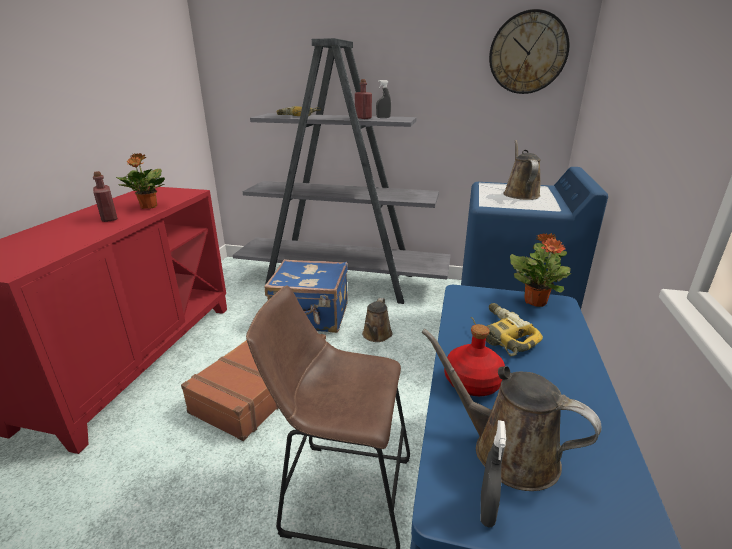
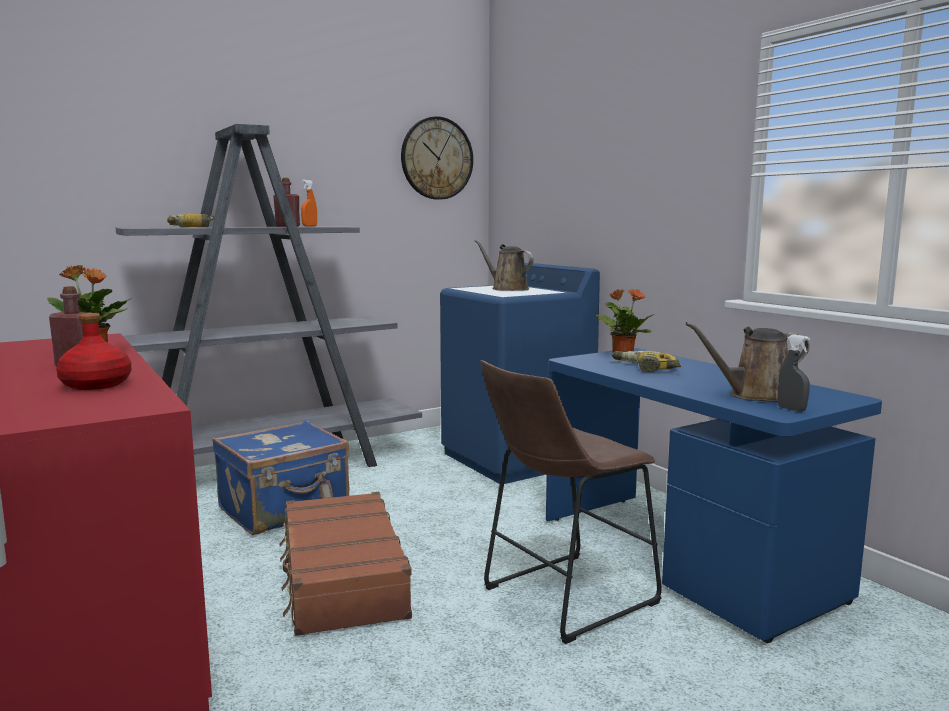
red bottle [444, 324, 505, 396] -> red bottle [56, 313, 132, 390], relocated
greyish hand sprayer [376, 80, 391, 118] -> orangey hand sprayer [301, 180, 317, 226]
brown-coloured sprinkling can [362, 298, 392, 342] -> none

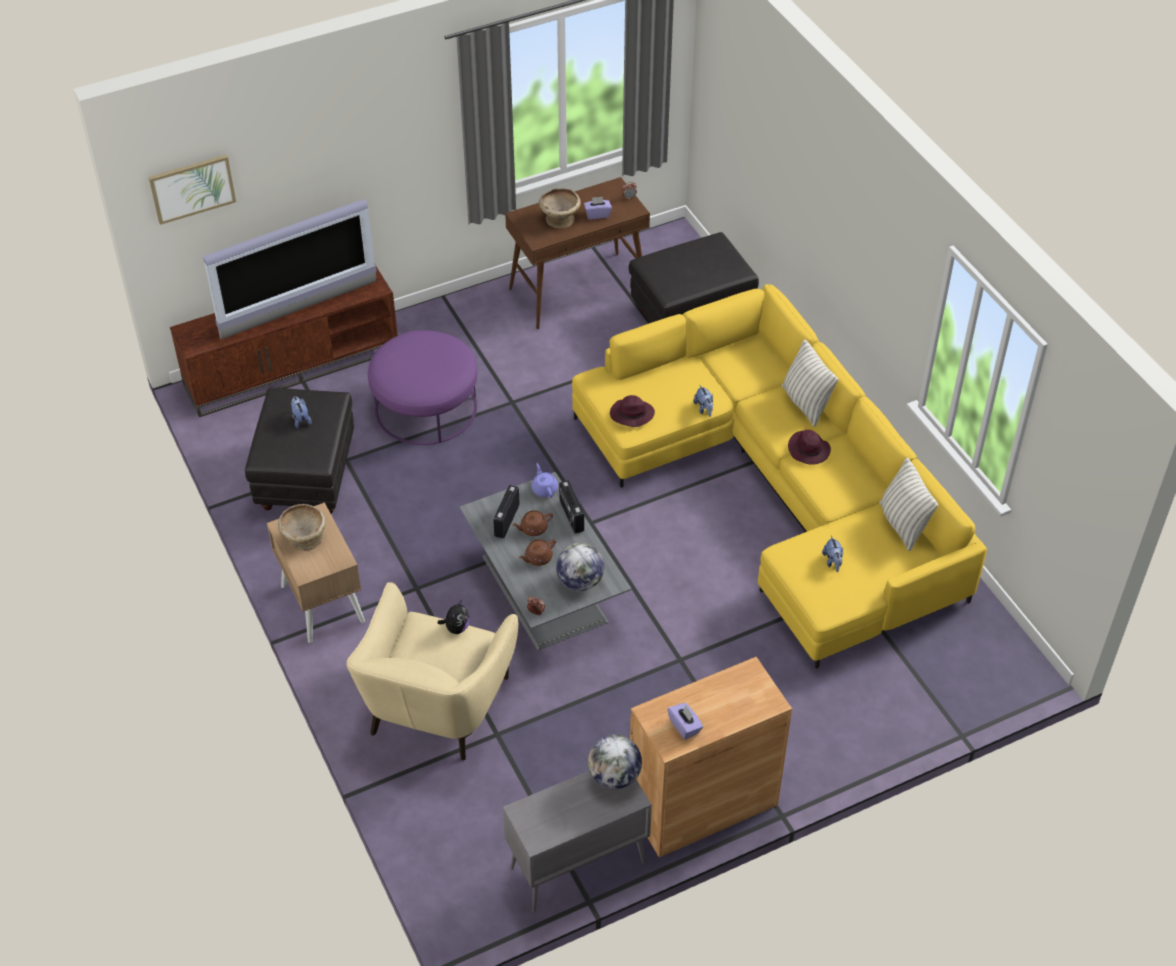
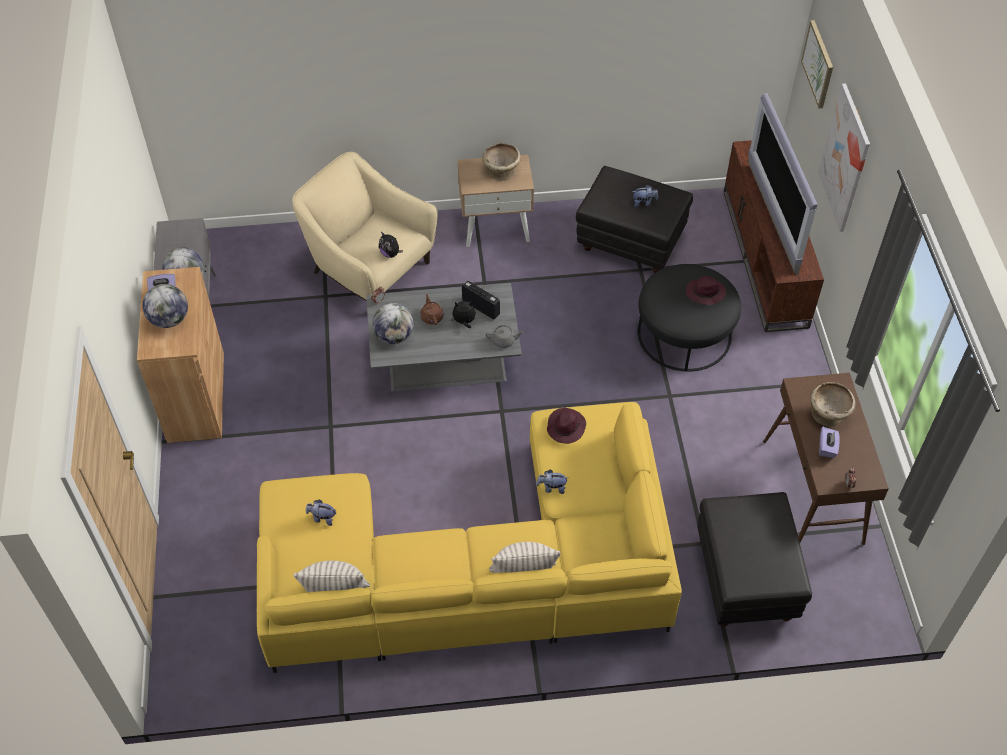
none -> globe [142, 284, 188, 328]
brown-coloured teapot [512, 510, 553, 536] -> plush toy [451, 301, 476, 328]
purple-coloured teapot [531, 463, 558, 498] -> greyish teapot [486, 325, 524, 348]
purple-coloured footrest [368, 330, 477, 445] -> black-coloured footrest [638, 264, 741, 372]
purple-coloured hat [788, 430, 831, 465] -> purple-coloured hat [686, 276, 726, 305], relocated
none -> wall picture [818, 84, 870, 232]
radio [559, 480, 584, 534] -> none

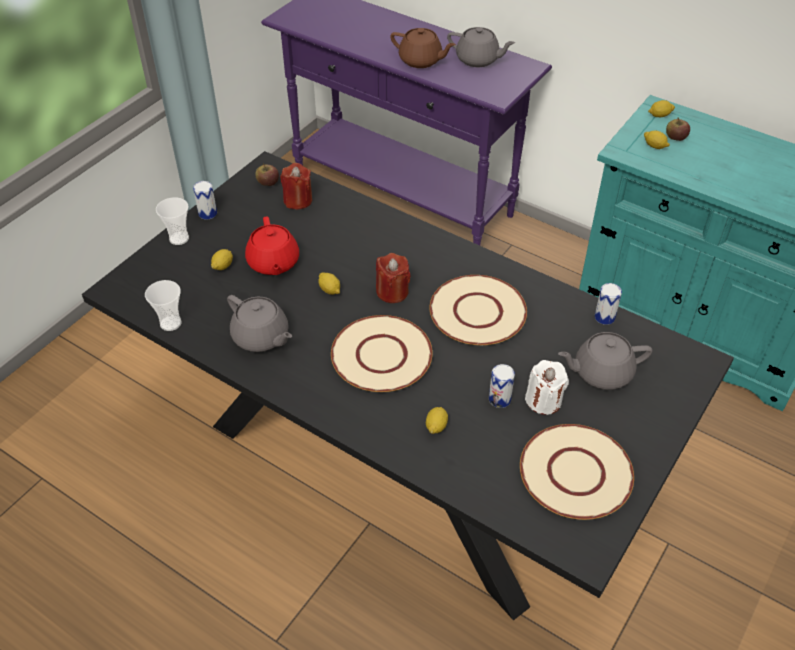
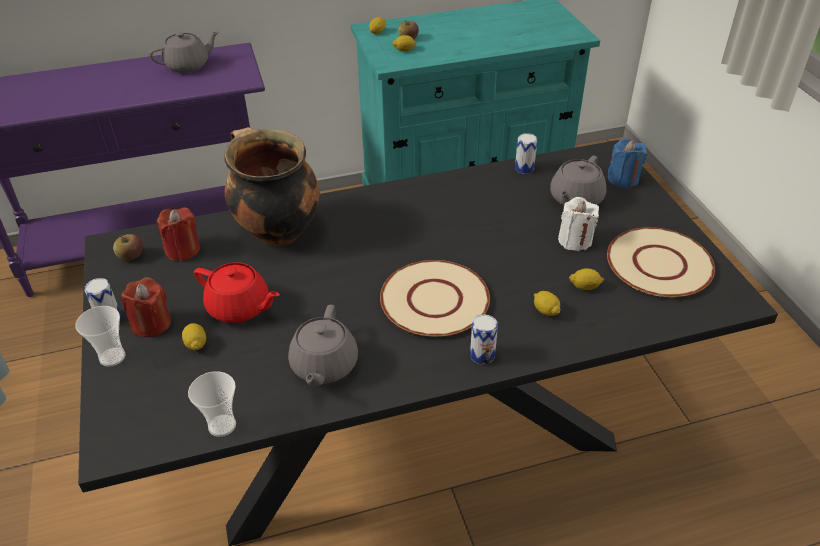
red wax light [376, 253, 411, 303] -> red wax light [121, 277, 171, 337], relocated
none -> stockpot [224, 127, 320, 245]
greyish teapot [227, 295, 292, 352] -> greyish teapot [288, 305, 358, 387], 105 degrees clockwise
sealed can [489, 364, 515, 408] -> sealed can [470, 314, 498, 365], relocated
citrus fruit [318, 272, 340, 295] -> citrus fruit [569, 268, 604, 290], relocated
none -> blue-coloured wax light [608, 138, 647, 188]
brown-coloured teapot [390, 28, 456, 68] -> none
beige flat dish [429, 275, 527, 345] -> none

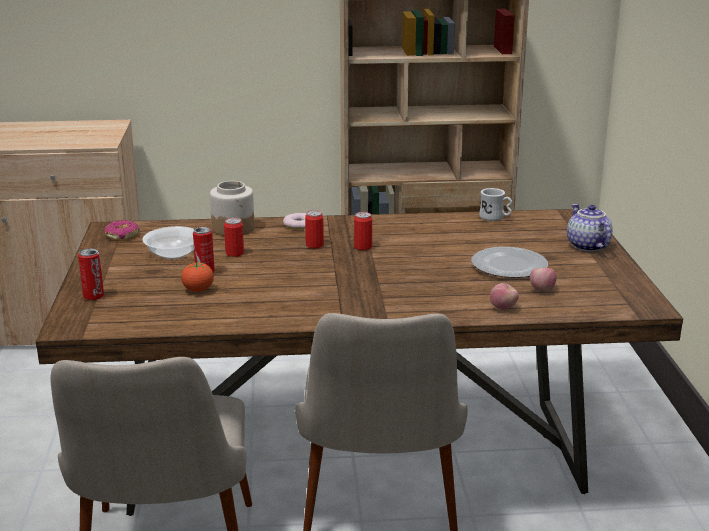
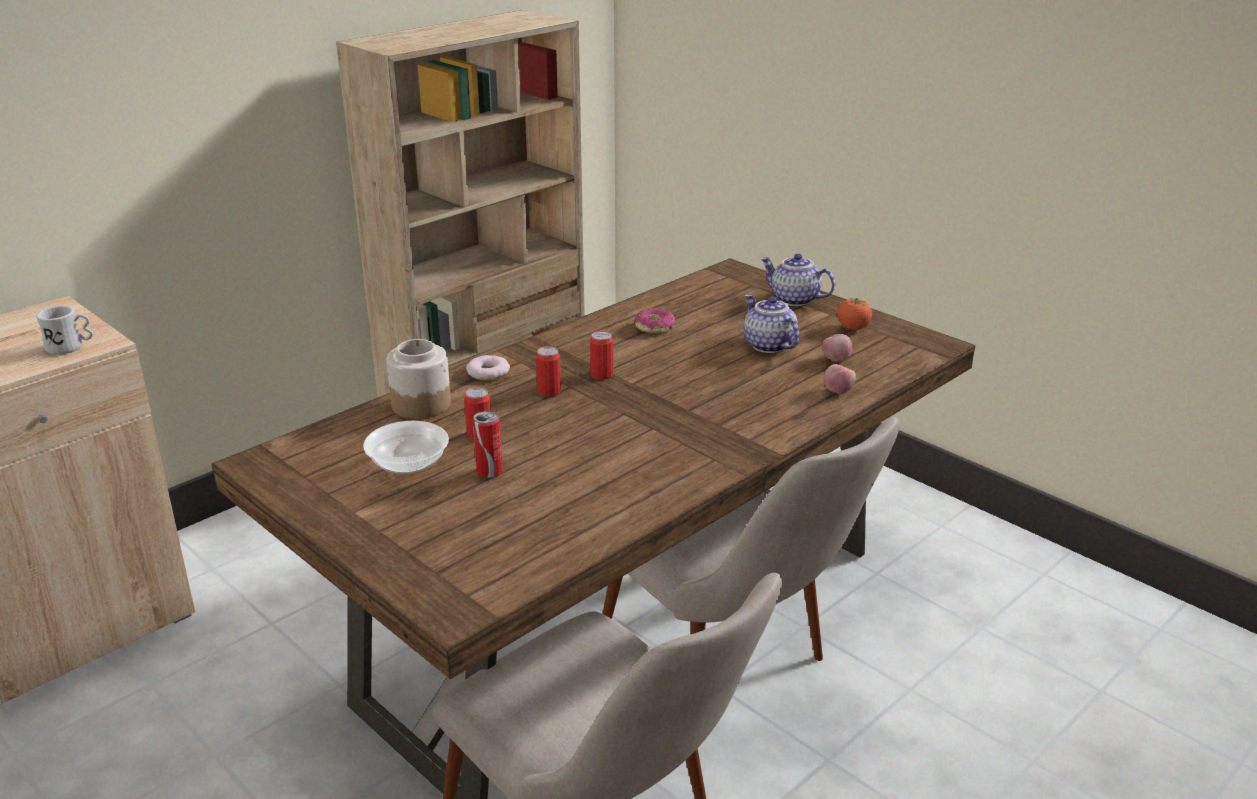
white tea mug [479, 188, 512, 221] -> white tea mug [36, 306, 93, 355], relocated
doughnut [105, 220, 139, 241] -> doughnut [635, 308, 674, 333], relocated
flat dish [472, 247, 548, 278] -> teapot [744, 294, 800, 353]
whole tomato [181, 261, 214, 292] -> whole tomato [837, 298, 872, 330], relocated
sealed can [78, 248, 104, 300] -> none

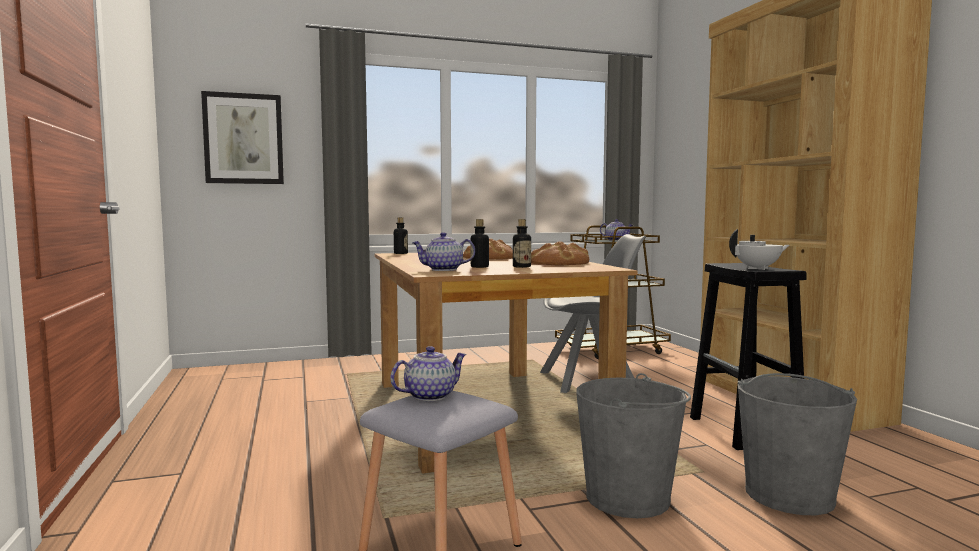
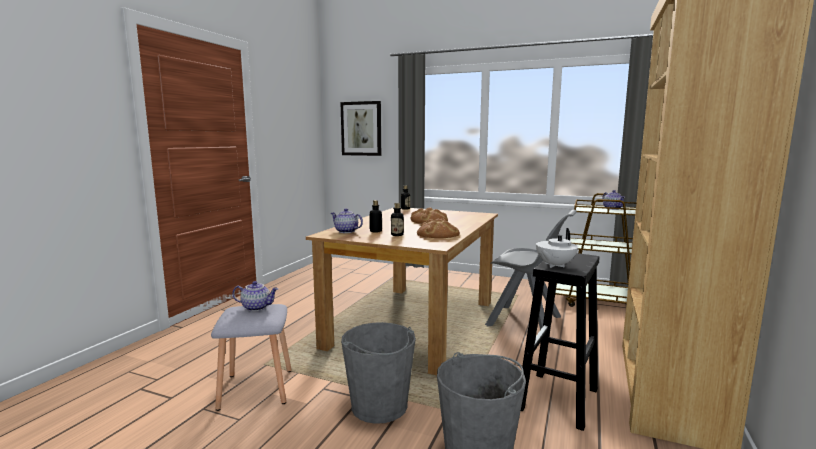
white teapot [729, 229, 789, 270] -> white teapot [536, 228, 578, 268], 105 degrees clockwise

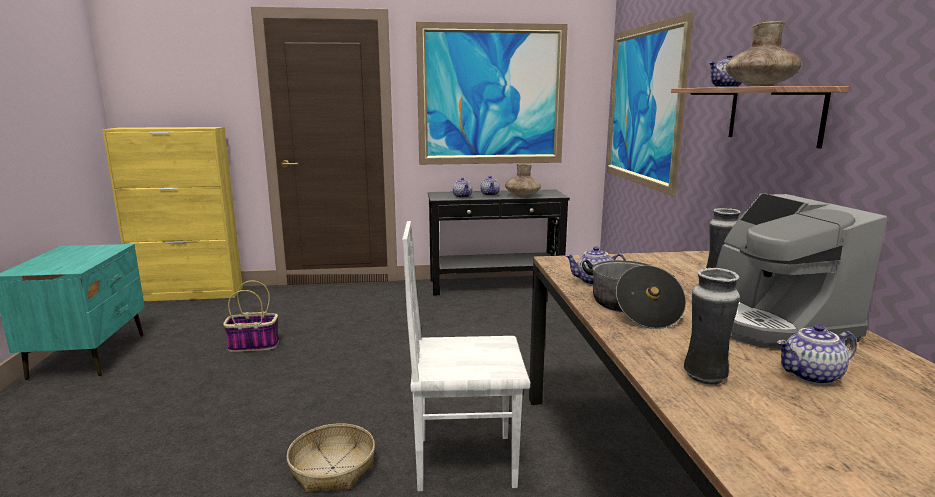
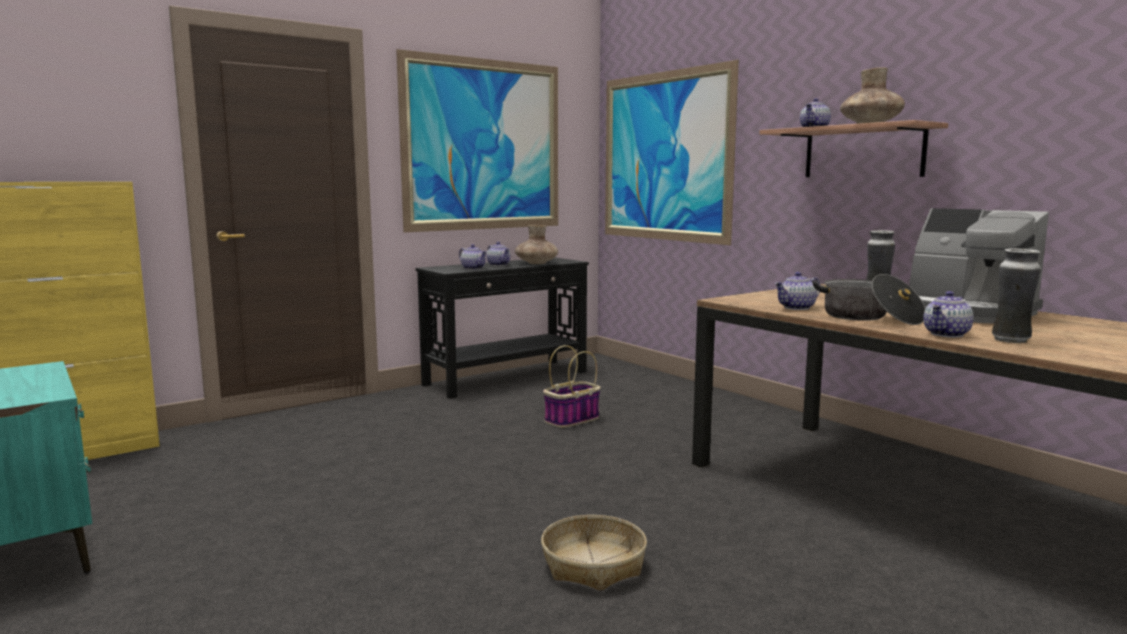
household basket [223, 280, 279, 352] -> household basket [543, 345, 601, 428], relocated
teapot [777, 324, 857, 385] -> teapot [923, 291, 974, 338], relocated
white upright chair [402, 221, 530, 491] -> none

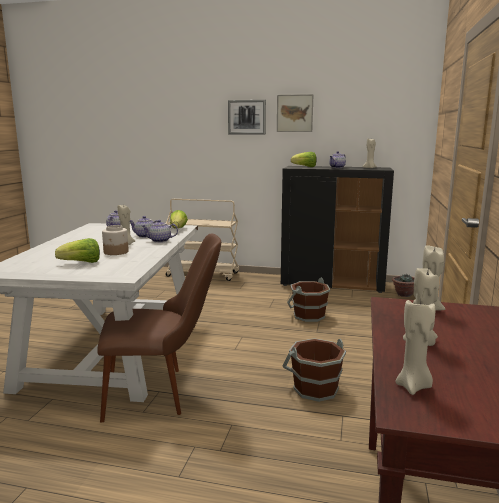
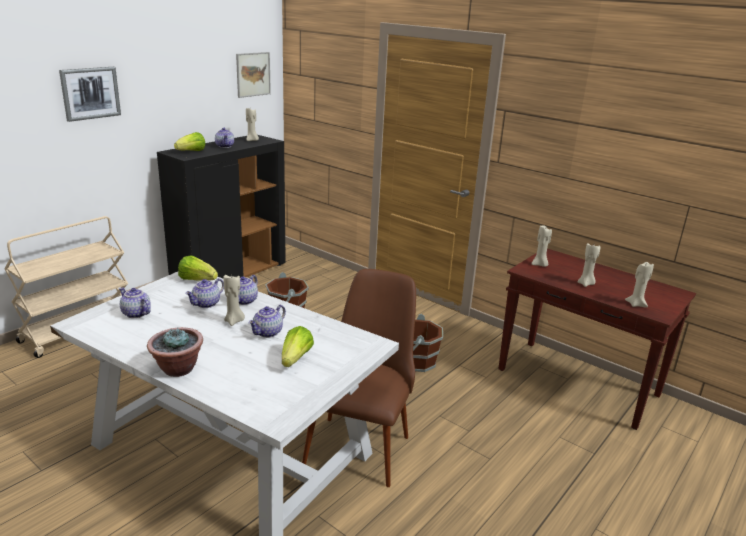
potted plant [392, 274, 414, 297] -> potted plant [147, 327, 203, 377], relocated
wall picture [277, 94, 314, 132] -> wall picture [236, 52, 271, 98], relocated
jar [102, 225, 129, 255] -> teapot [248, 305, 286, 338]

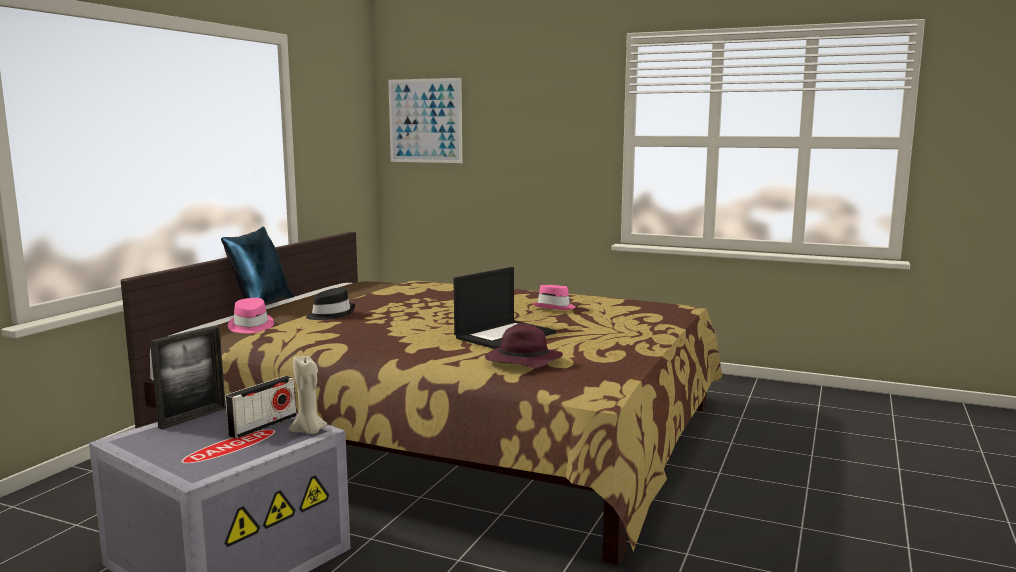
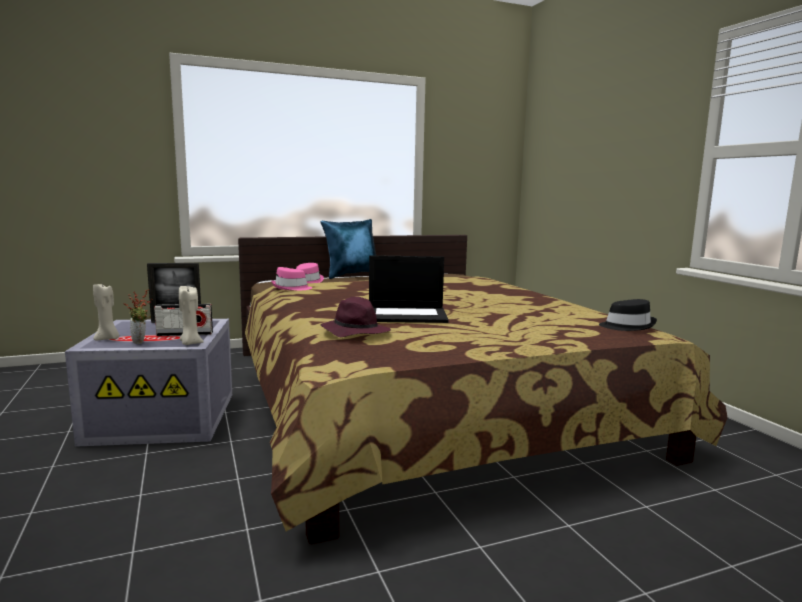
none -> beige wax light [93, 282, 119, 340]
none -> potted plant [124, 289, 153, 344]
pink-coloured hat [533, 285, 576, 310] -> pink-coloured hat [271, 267, 312, 290], relocated
black-coloured hat [306, 288, 355, 320] -> black-coloured hat [599, 299, 657, 331], relocated
wall picture [388, 78, 462, 163] -> none

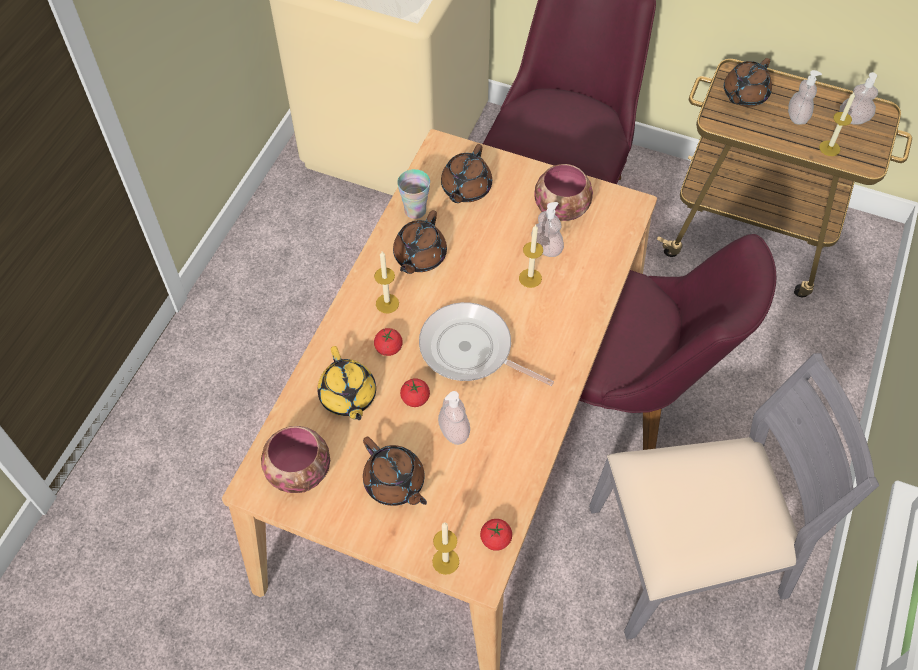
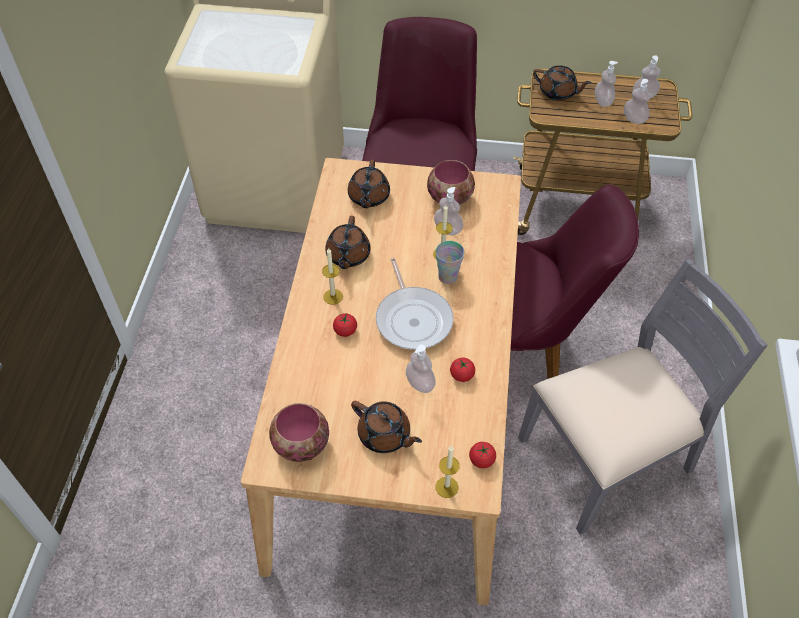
pan [419, 302, 554, 386] -> pan [376, 258, 453, 350], 120 degrees counterclockwise
small cup [397, 169, 430, 219] -> small cup [435, 241, 464, 284], relocated
whole tomato [400, 378, 430, 407] -> whole tomato [450, 358, 475, 382], relocated
brown-coloured teapot [724, 58, 772, 107] -> brown-coloured teapot [533, 65, 592, 101], 90 degrees counterclockwise
wax light [819, 93, 855, 156] -> soap bottle [624, 79, 650, 124]
yellow teapot [318, 346, 376, 420] -> none

